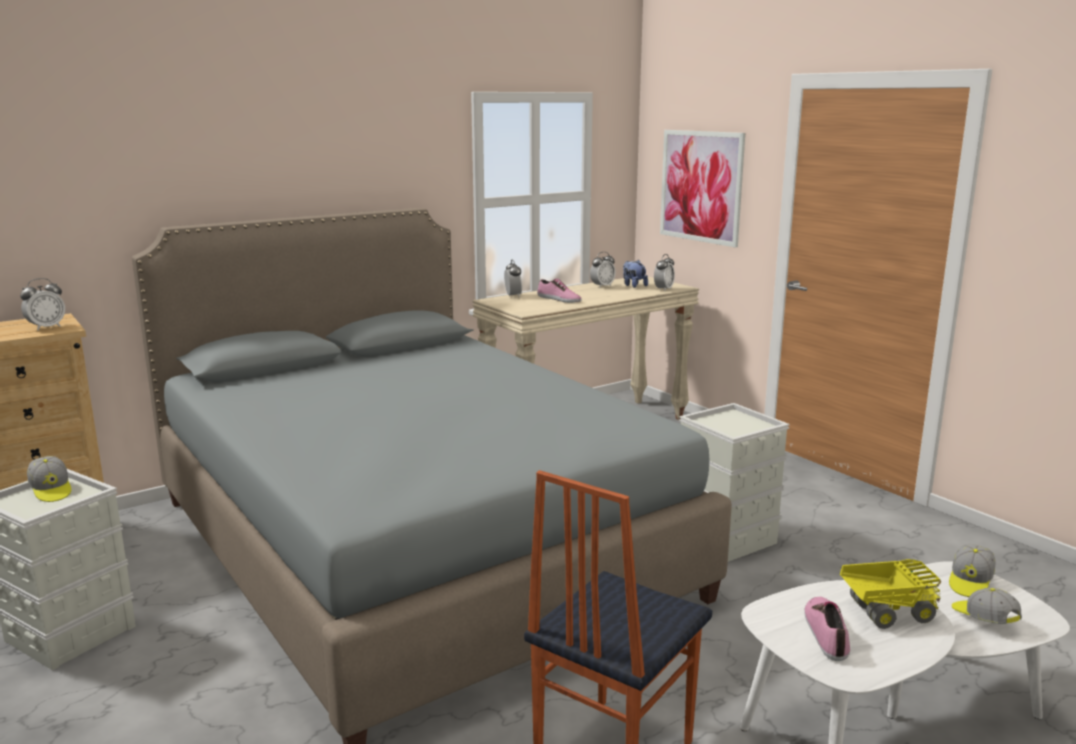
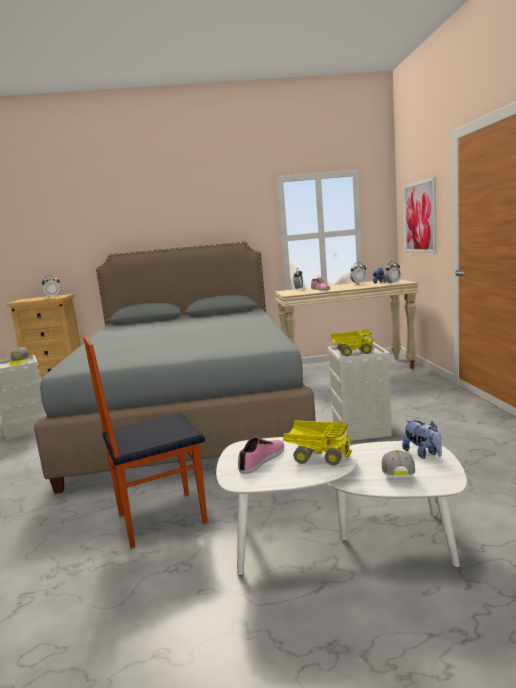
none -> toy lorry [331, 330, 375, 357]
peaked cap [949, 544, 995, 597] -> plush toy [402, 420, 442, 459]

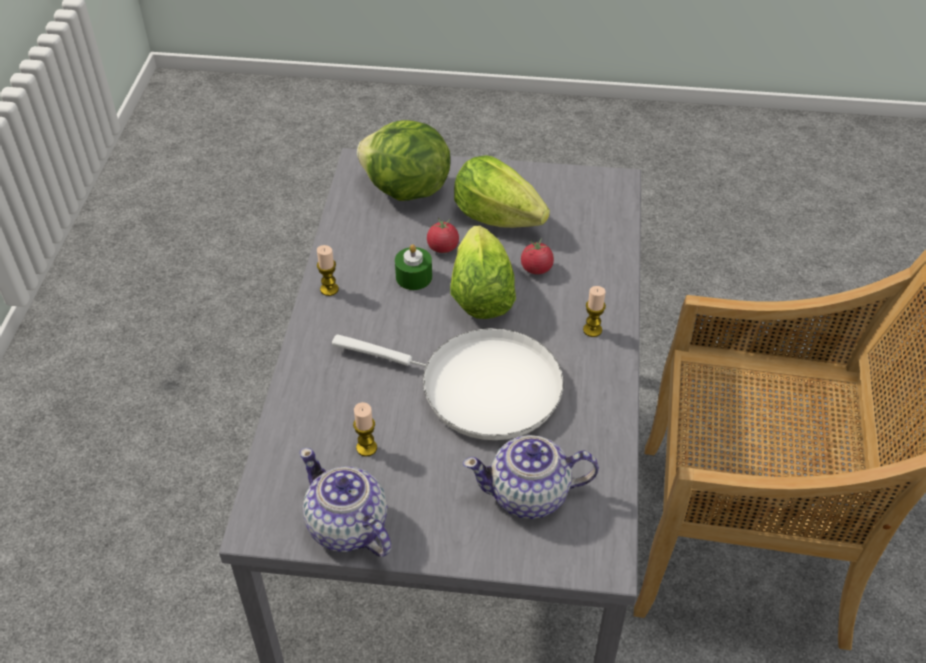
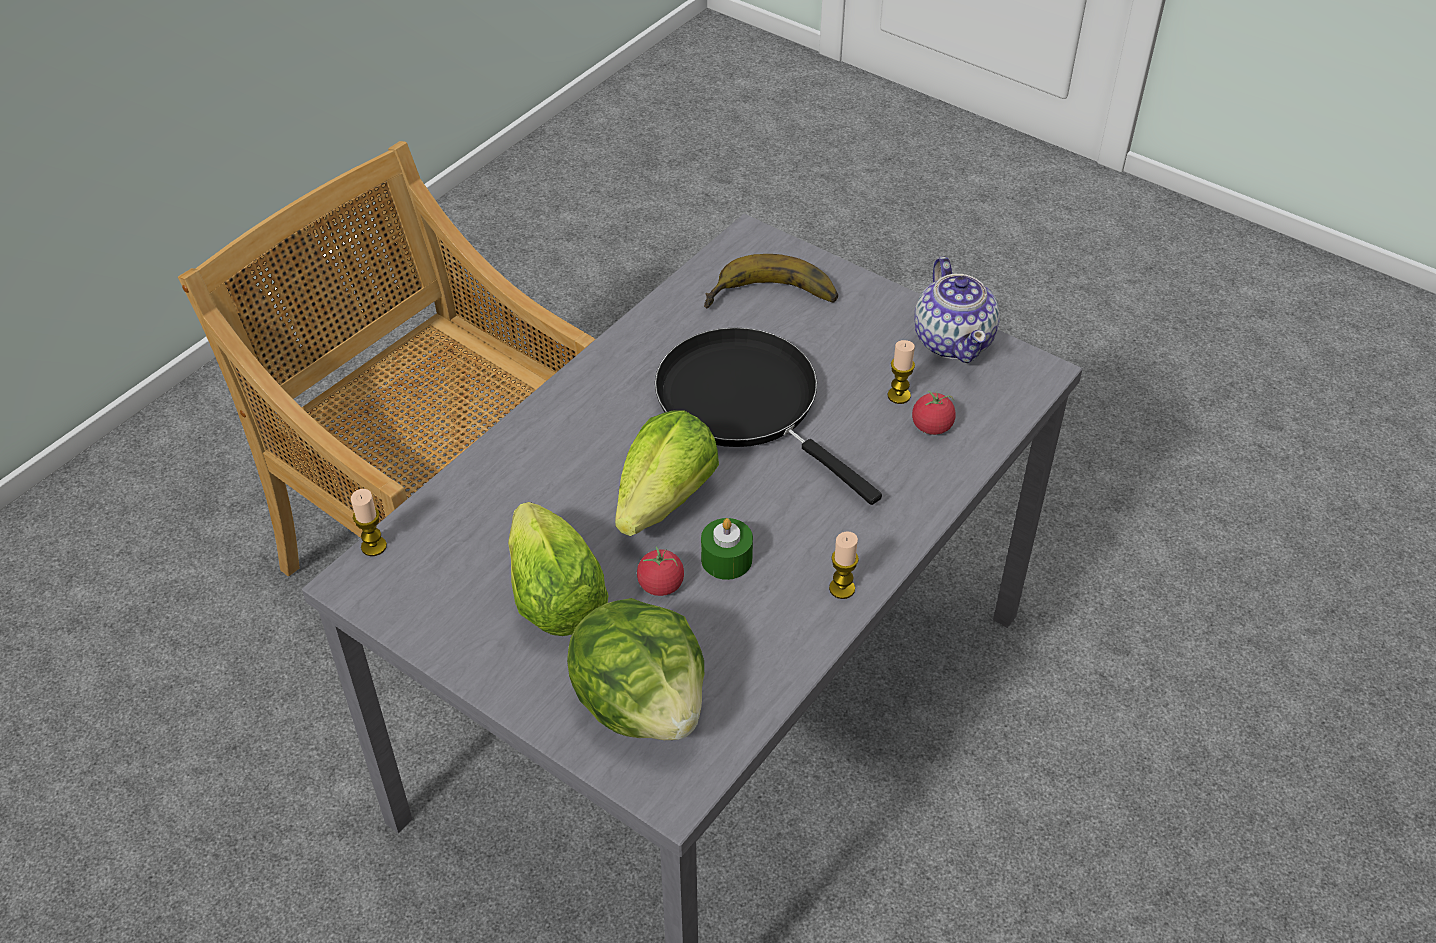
wax light [583, 286, 606, 337] -> wax light [351, 489, 387, 556], relocated
white pan [332, 328, 564, 440] -> black-coloured pan [655, 327, 882, 505]
teapot [463, 435, 599, 519] -> banana fruit [704, 254, 838, 308]
whole tomato [521, 238, 554, 274] -> whole tomato [912, 390, 956, 435], relocated

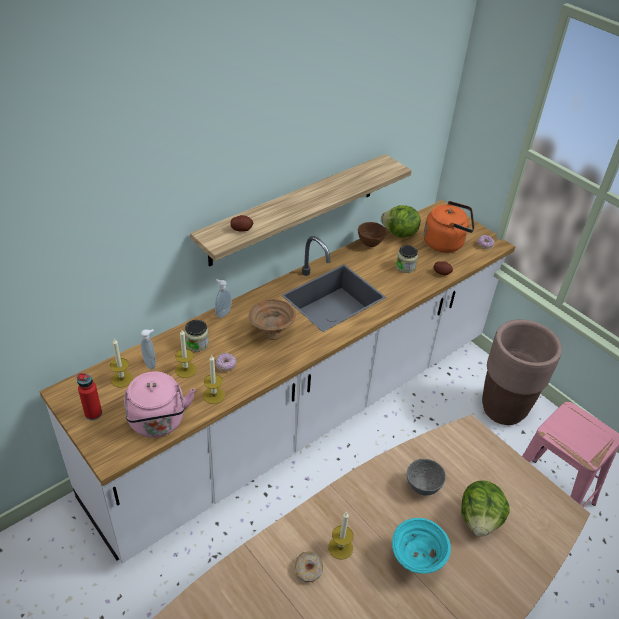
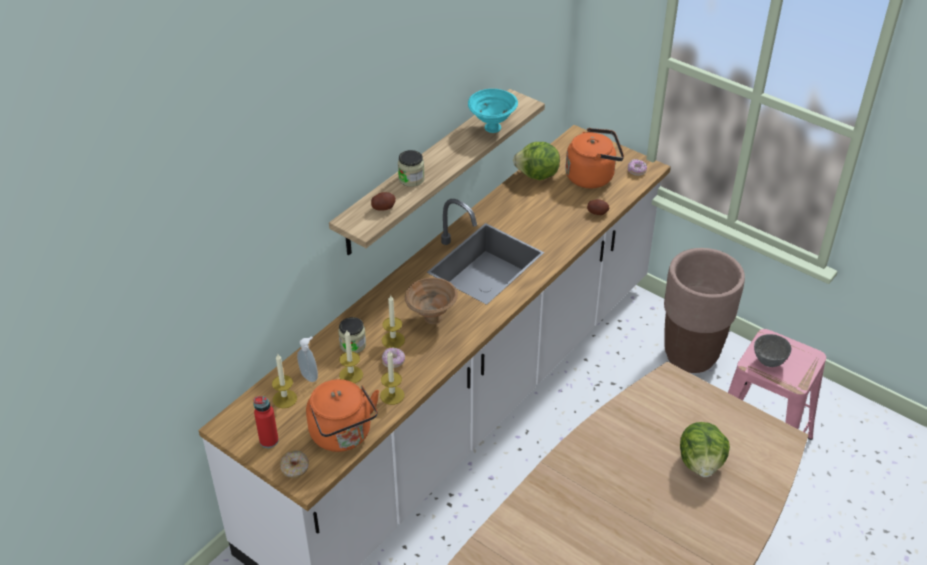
doughnut [295, 552, 323, 582] -> doughnut [280, 450, 309, 479], relocated
pink-coloured water kettle [124, 371, 195, 438] -> orangey water kettle [306, 379, 379, 452]
wax light [328, 511, 353, 560] -> wax light [382, 295, 405, 348], relocated
jar [396, 245, 418, 273] -> jar [398, 150, 425, 187], relocated
turquoise-coloured serving bowl [392, 518, 451, 574] -> turquoise-coloured serving bowl [468, 89, 518, 133], relocated
greyish serving bowl [407, 459, 446, 496] -> greyish serving bowl [754, 334, 791, 367], relocated
soap bottle [215, 279, 232, 318] -> none
brown-coloured serving bowl [358, 222, 387, 247] -> none

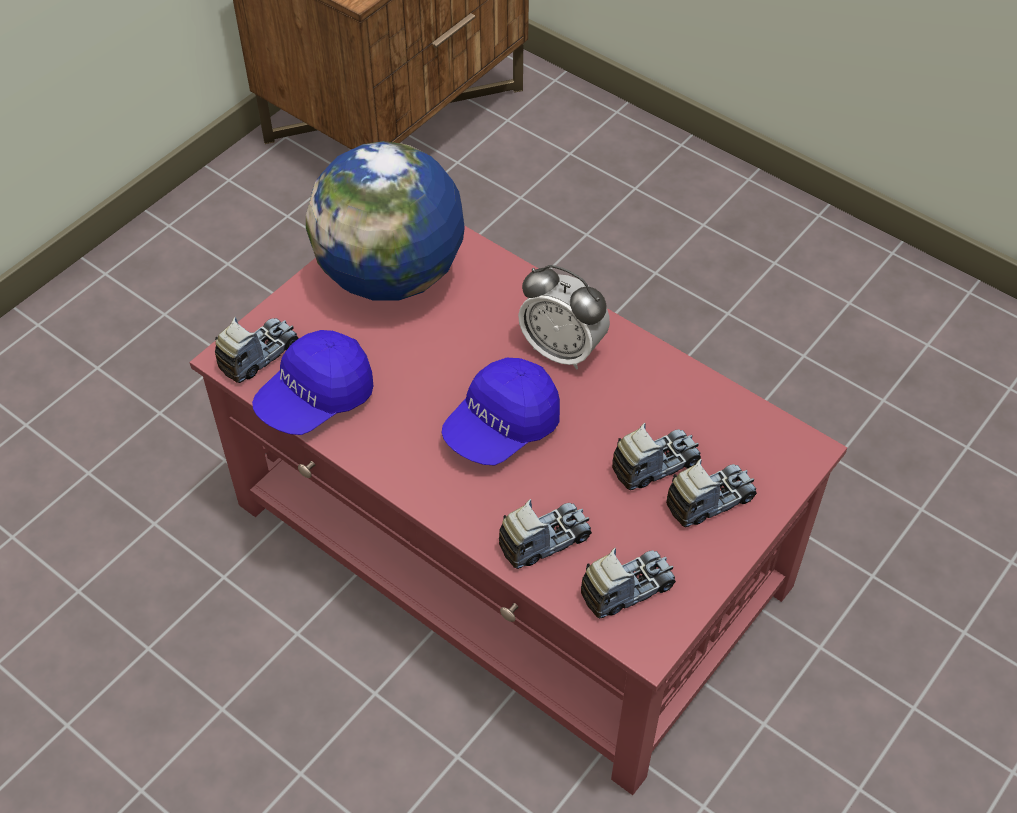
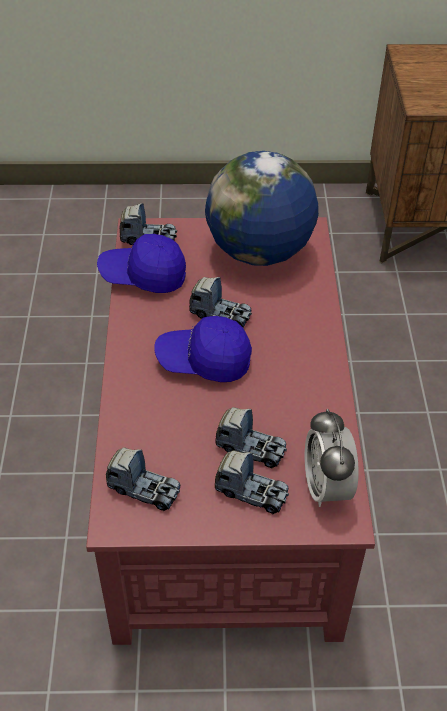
toy lorry [499, 499, 592, 569] -> toy lorry [189, 277, 252, 328], relocated
table clock [518, 265, 610, 370] -> table clock [305, 409, 359, 507], relocated

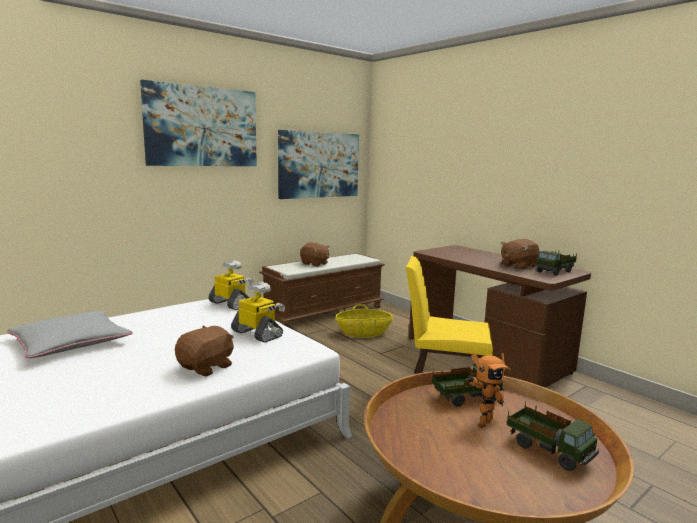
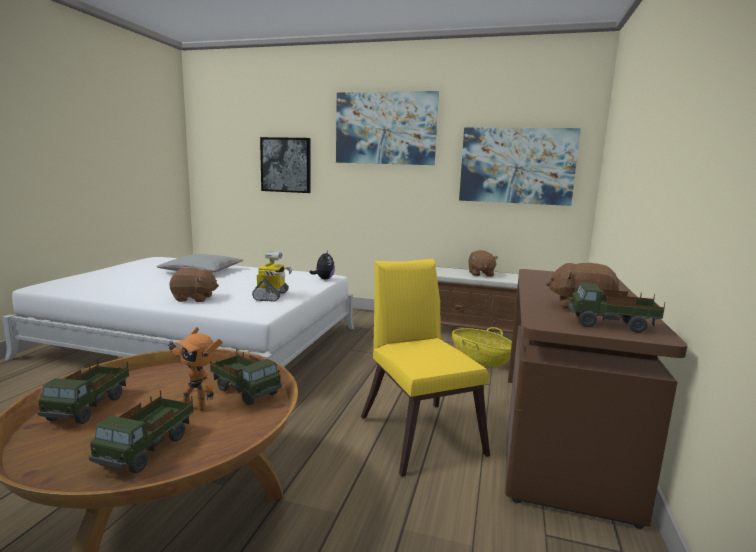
none -> toy lorry [37, 360, 129, 424]
none -> wall picture [260, 137, 310, 193]
model robot [208, 260, 254, 310] -> plush toy [309, 251, 335, 279]

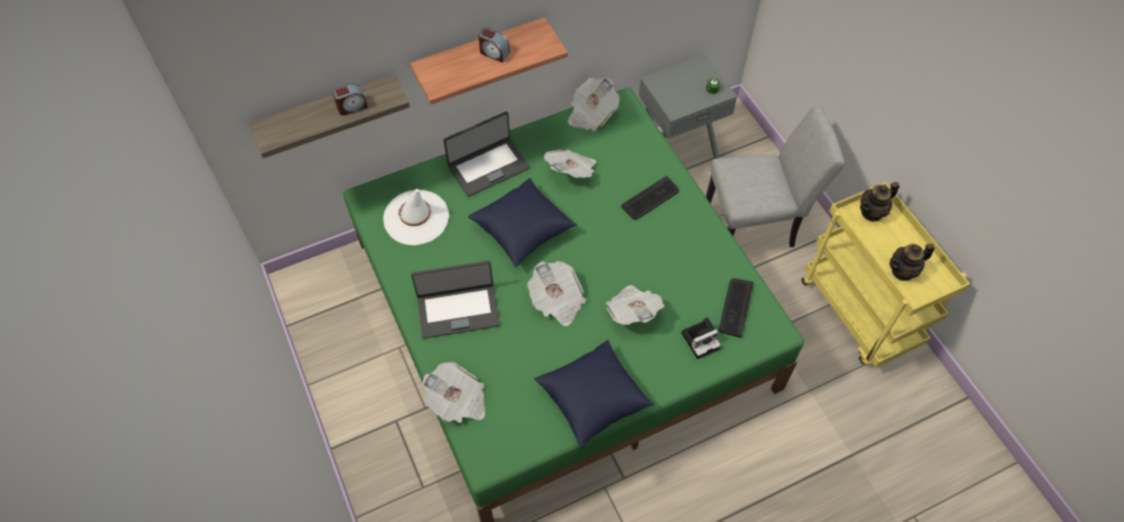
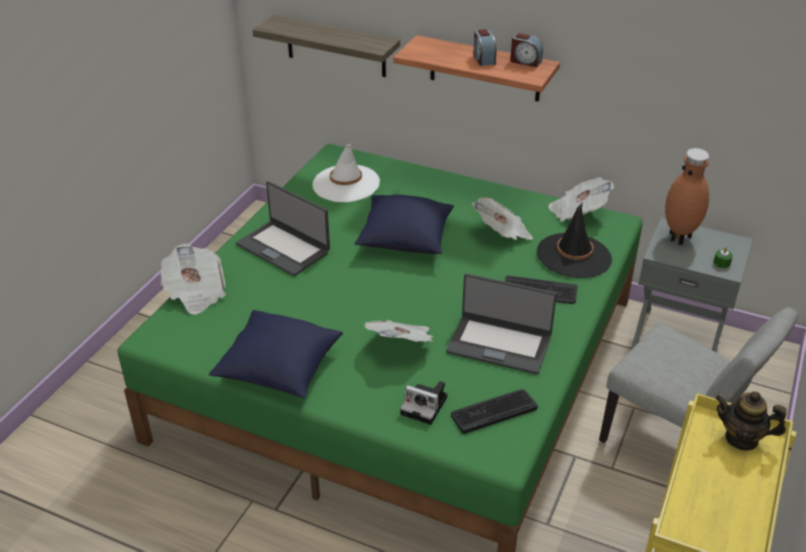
notebook computer [444, 111, 530, 197] -> notebook computer [446, 273, 557, 374], relocated
table clock [332, 83, 368, 116] -> table clock [510, 33, 543, 67], relocated
none -> black-coloured hat [537, 202, 612, 278]
none -> brown-coloured decorative vase [665, 148, 709, 245]
daily paper [527, 261, 586, 326] -> none
teapot [889, 244, 935, 281] -> none

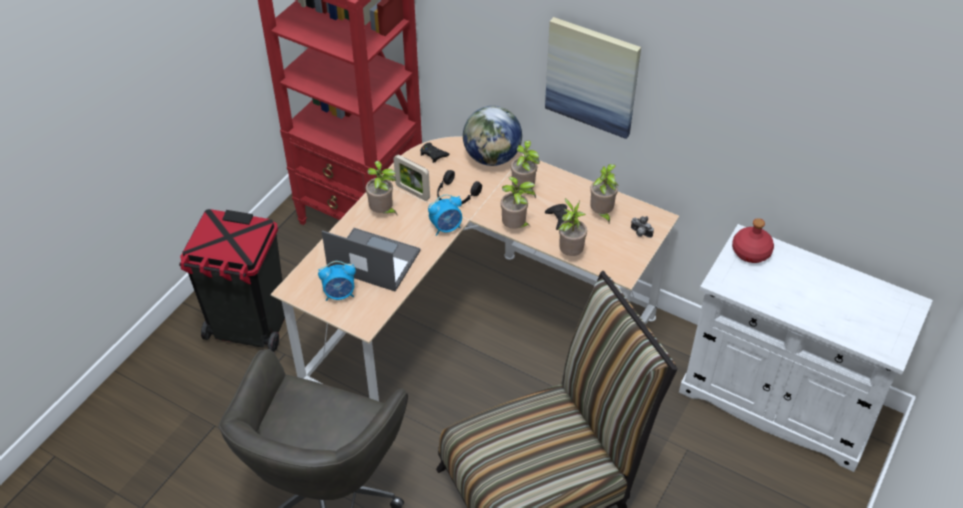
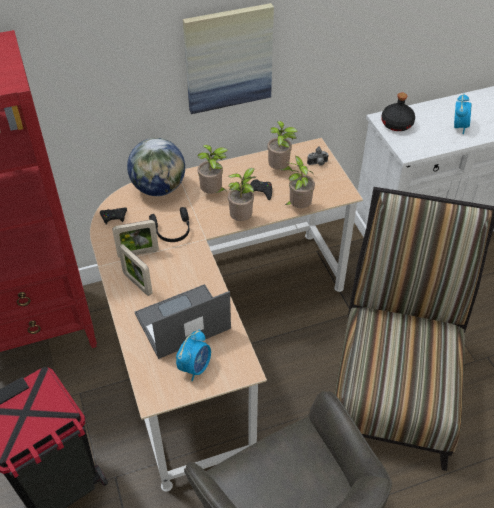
potted plant [366, 161, 397, 214] -> standing frame [118, 244, 153, 296]
red bottle [732, 218, 774, 263] -> black-coloured bottle [381, 92, 415, 131]
table clock [428, 194, 462, 236] -> table clock [454, 93, 471, 134], relocated

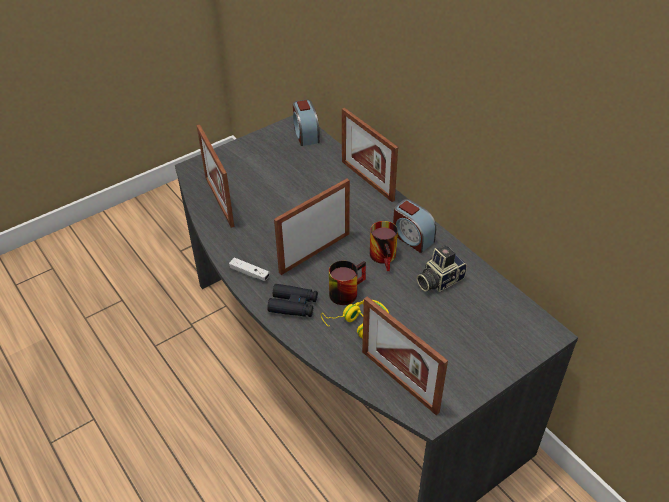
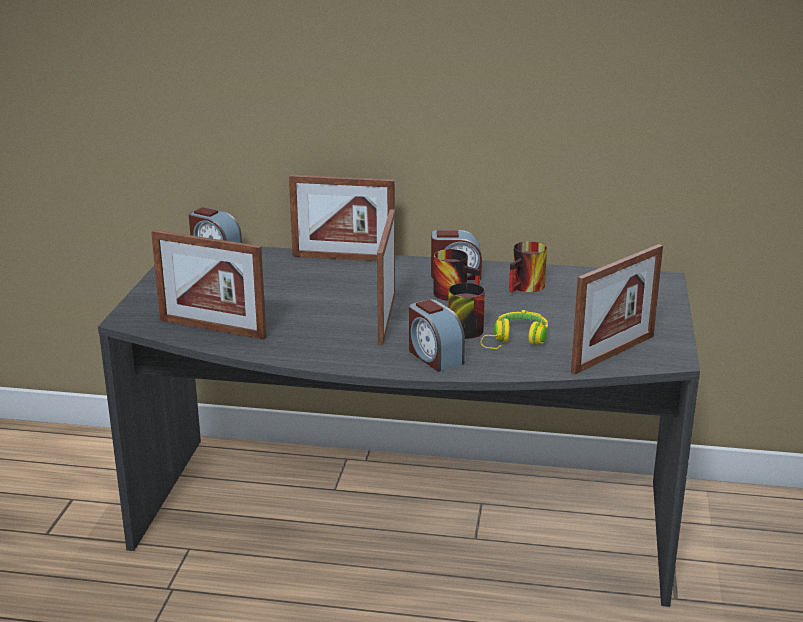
black-coloured field glasses [267, 284, 318, 317] -> table clock [409, 299, 465, 372]
photo camera [416, 245, 467, 292] -> tea mug [509, 241, 547, 293]
standing frame [362, 296, 448, 415] -> standing frame [571, 244, 663, 374], 45 degrees counterclockwise
white gamepad [229, 257, 270, 281] -> none

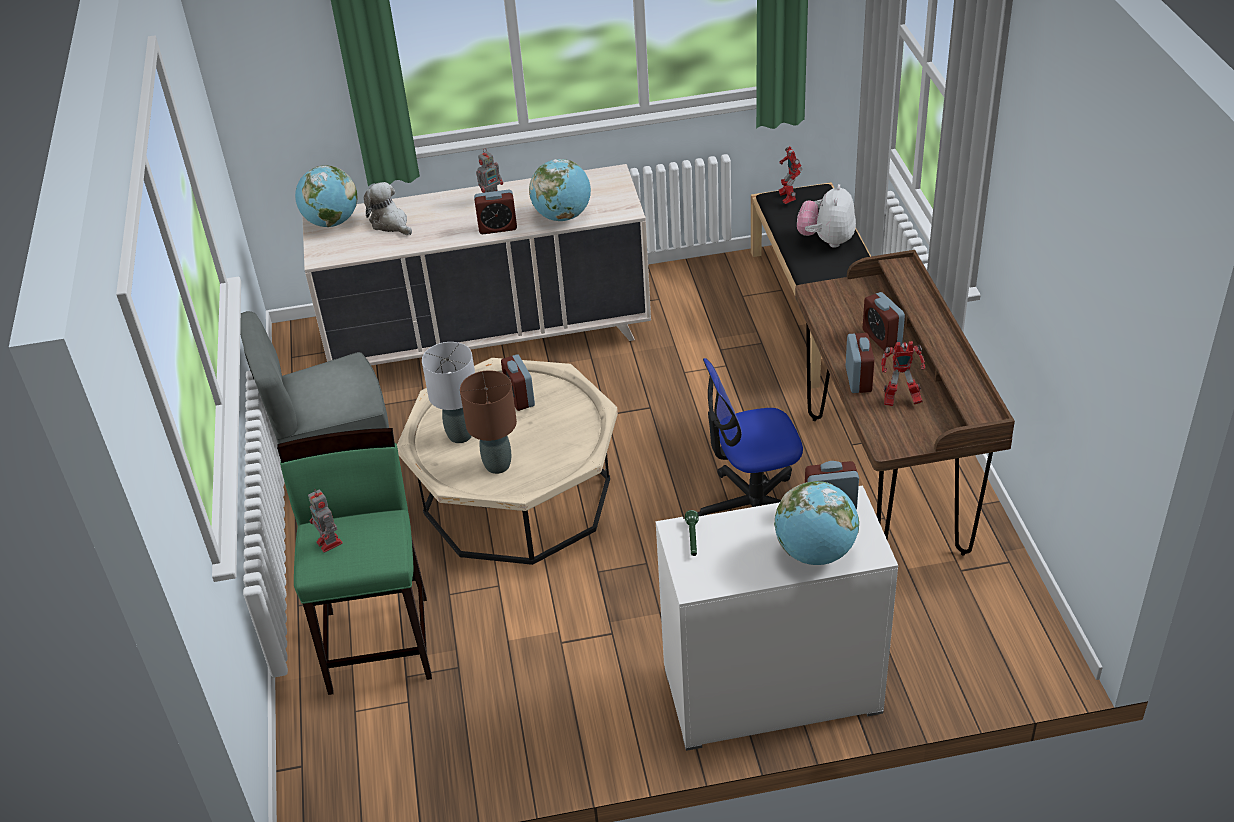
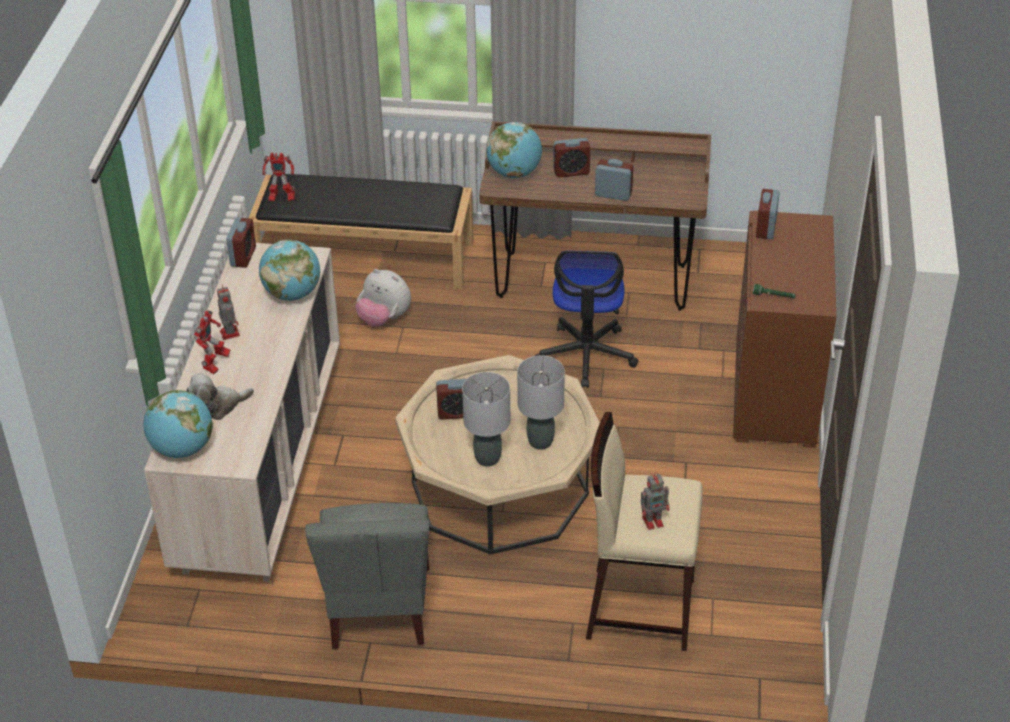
model robot [881, 341, 925, 406] -> model robot [194, 311, 230, 374], relocated
table clock [474, 190, 517, 234] -> table clock [226, 217, 256, 268], relocated
plush toy [797, 184, 856, 248] -> plush toy [355, 269, 411, 327], relocated
globe [774, 481, 859, 565] -> globe [486, 122, 542, 178], relocated
brown-coloured table lamp [460, 370, 517, 474] -> greyish table lamp [517, 355, 565, 450]
green-coloured stool seat [277, 428, 432, 695] -> beige stool seat [586, 412, 703, 651]
white dresser [656, 486, 898, 751] -> brown-coloured dresser [733, 211, 836, 448]

